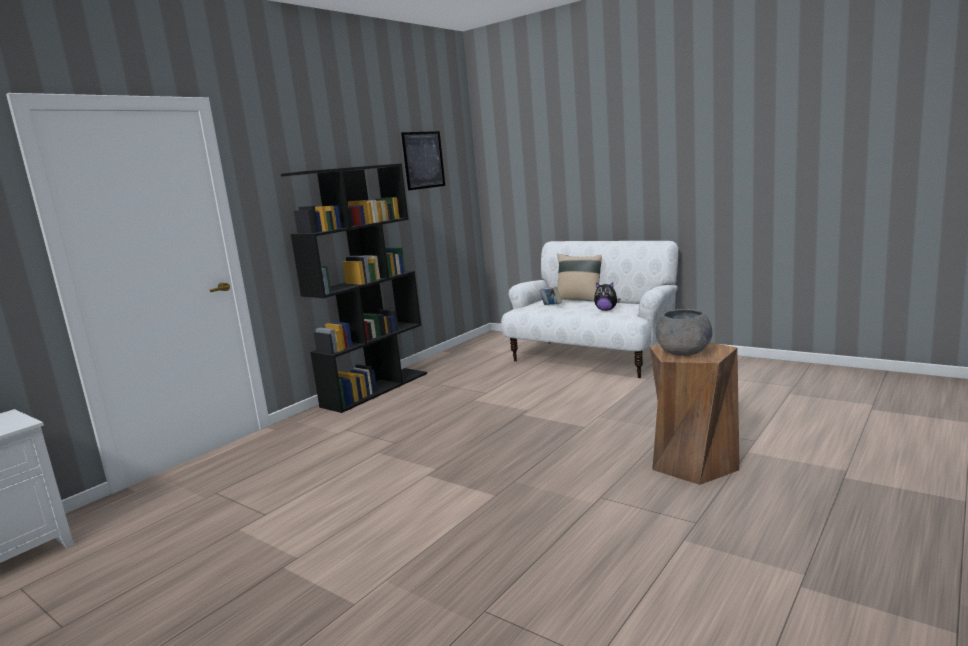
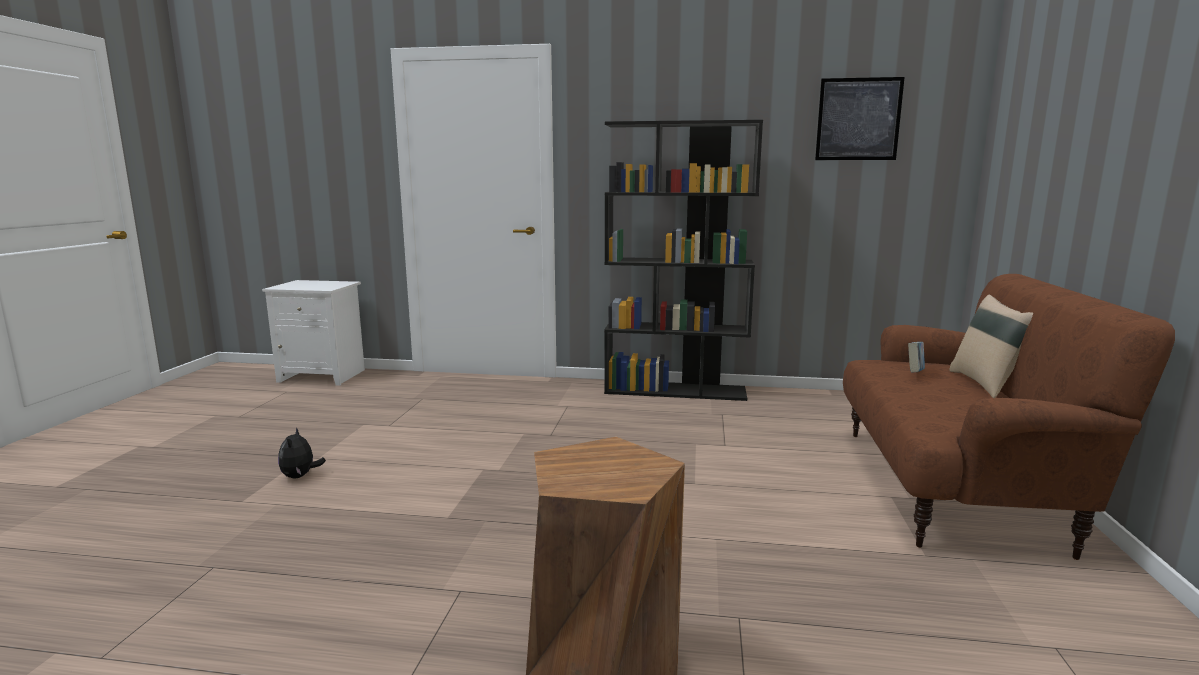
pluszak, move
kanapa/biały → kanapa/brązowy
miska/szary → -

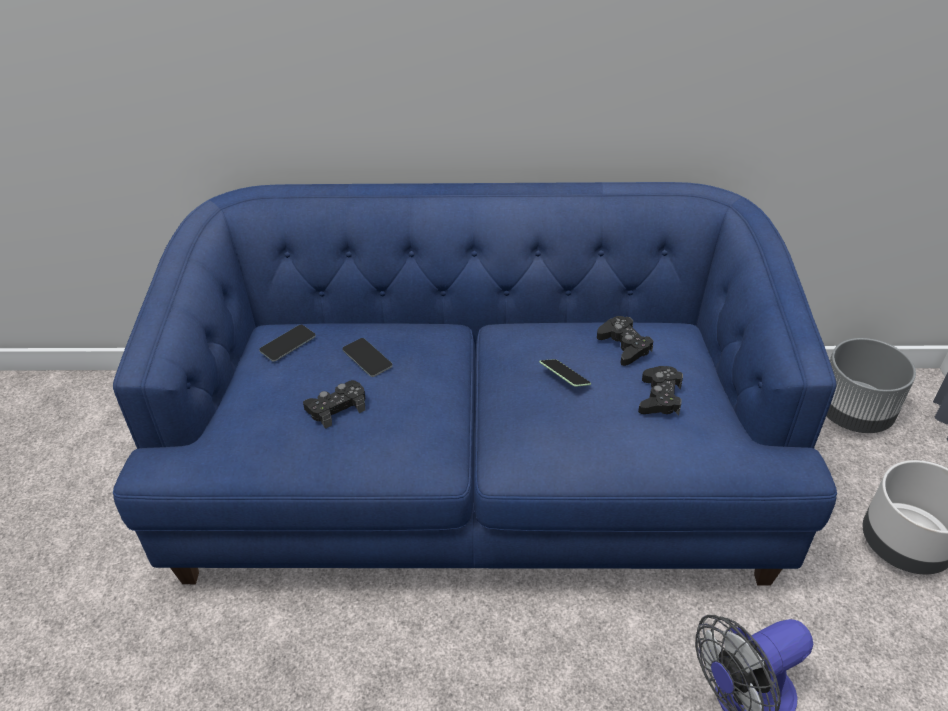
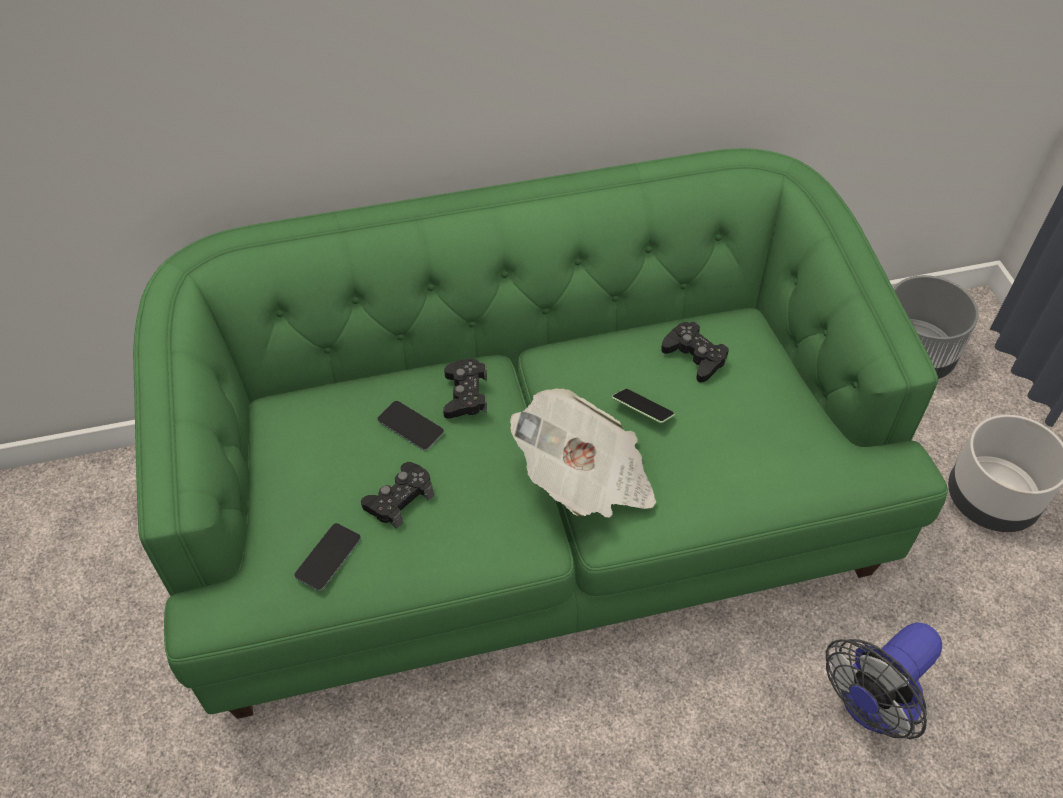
kanapa/niebieski → kanapa/zielony
telefon (1st from left), move
pad do gier/czarny (3rd from left in the first image) → pad do gier/czarny (2nd from left), move
- → gazeta

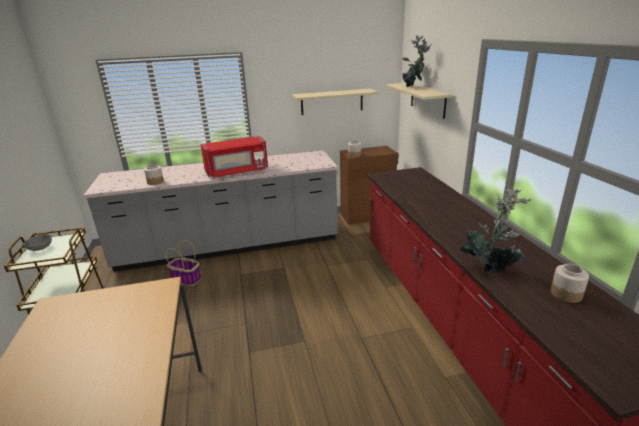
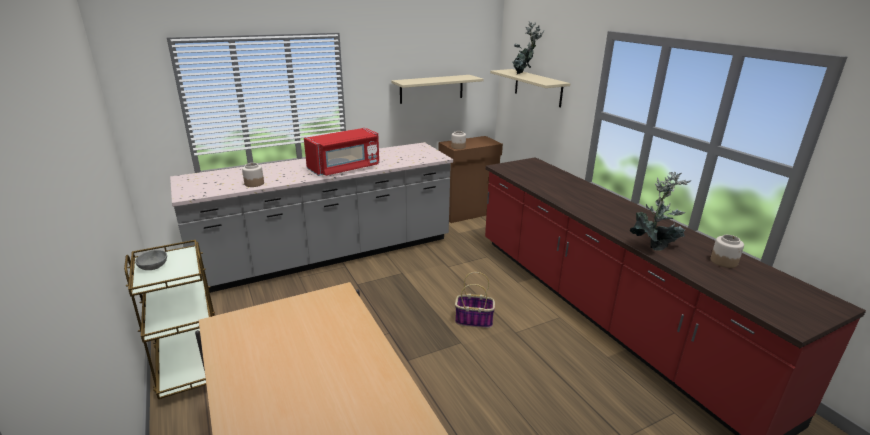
koszyk, move

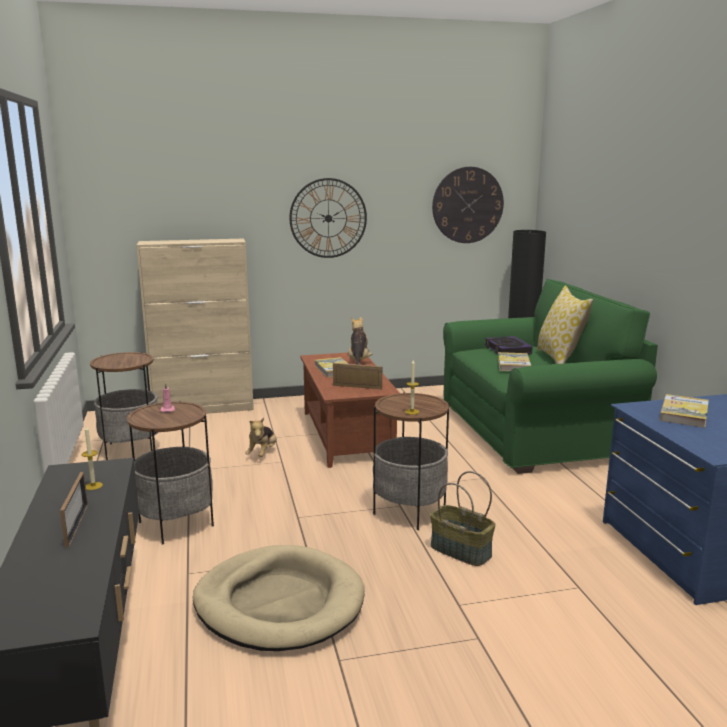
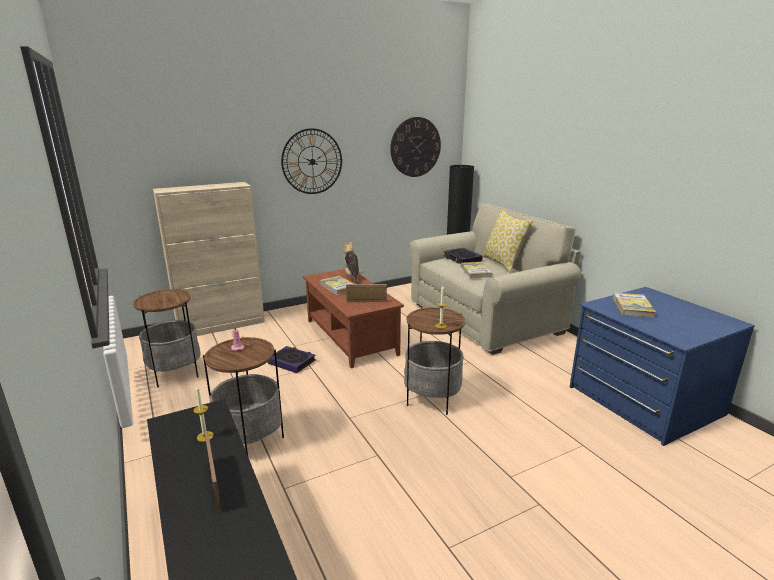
pluszak (1st from left) → książka (1st from left)
kanapa/zielony → kanapa/beżowy
legowisko/beżowy → -
koszyk → -

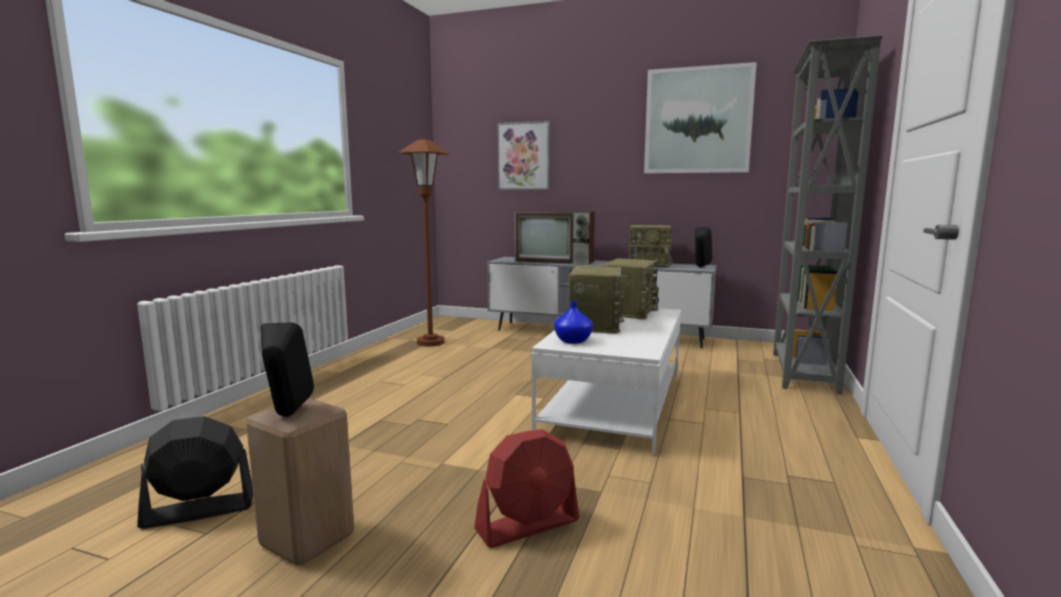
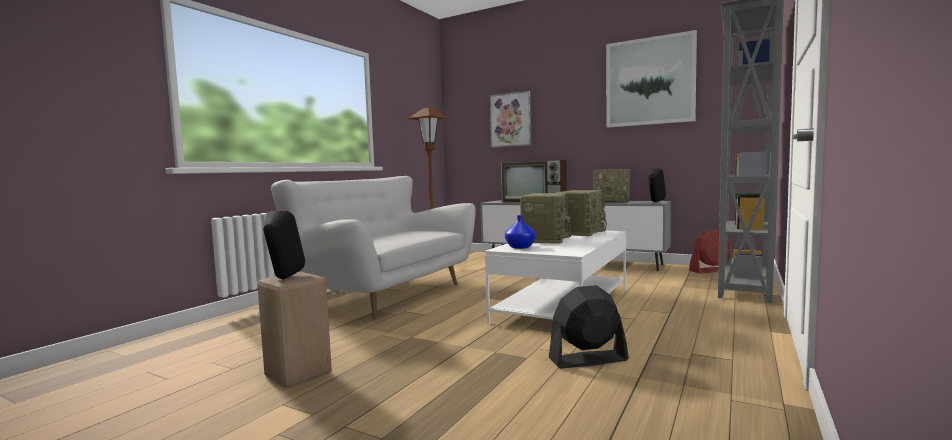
- → kanapa/biały
wentylator/czarny, move
wentylator/czerwony, move

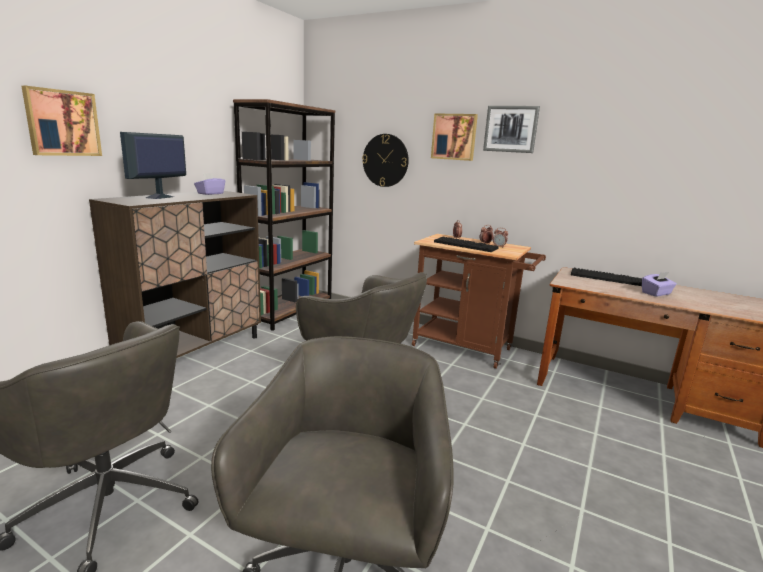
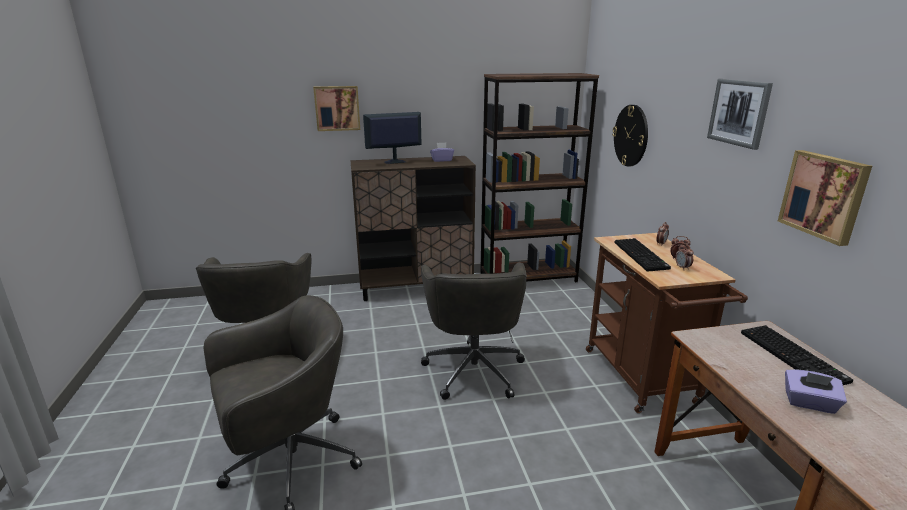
obraz (2nd from left in the first image) → obraz (3rd from left), move

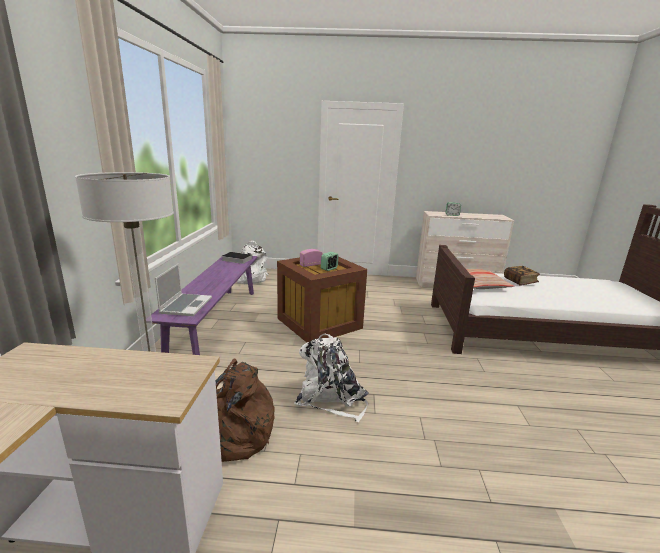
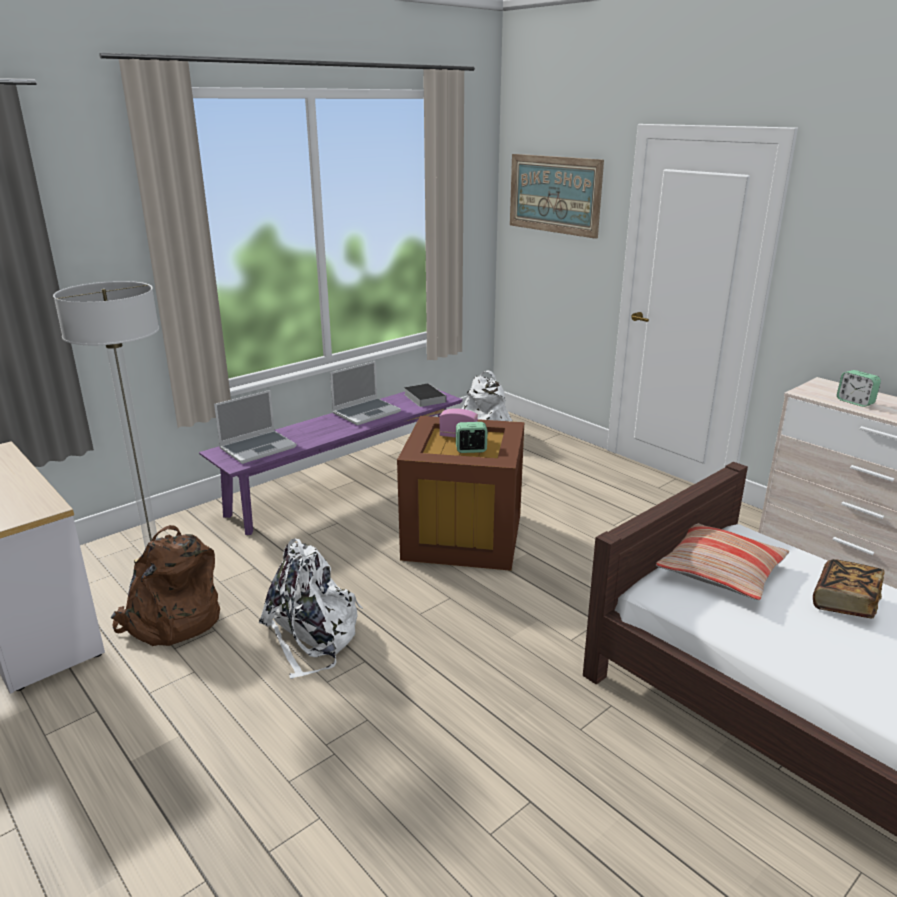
- → laptop (2nd from left)
- → obraz

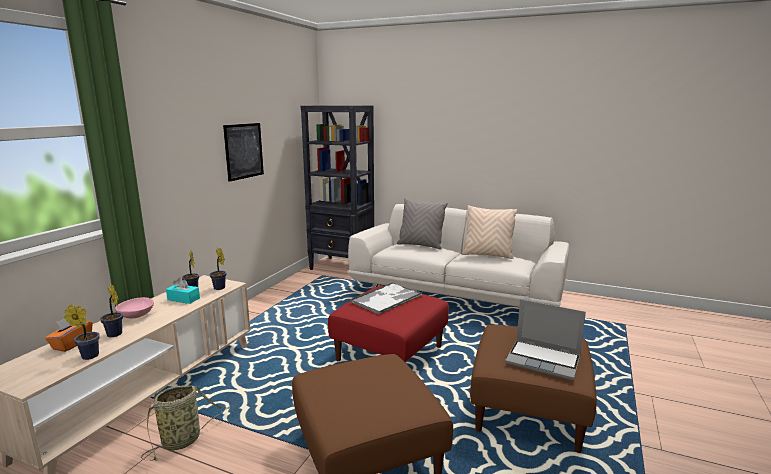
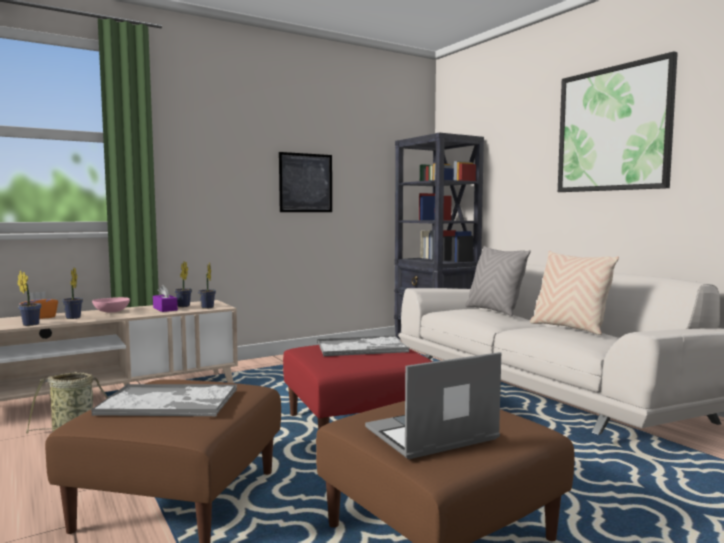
- → taca (1st from left)
pudełko chusteczek/turkusowy → pudełko chusteczek/fioletowy
laptop, 90 degrees clockwise
- → obraz (2nd from left)

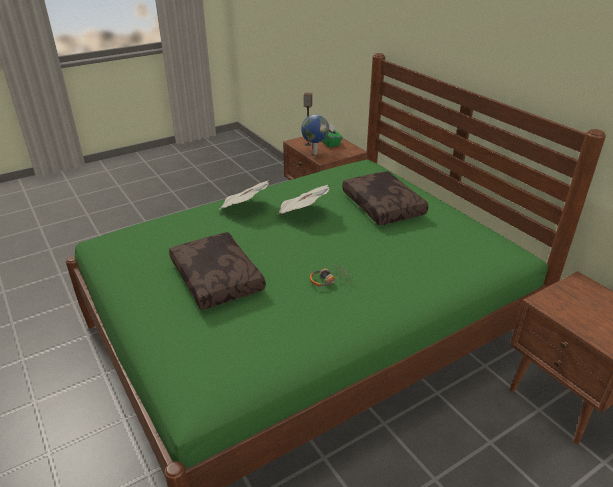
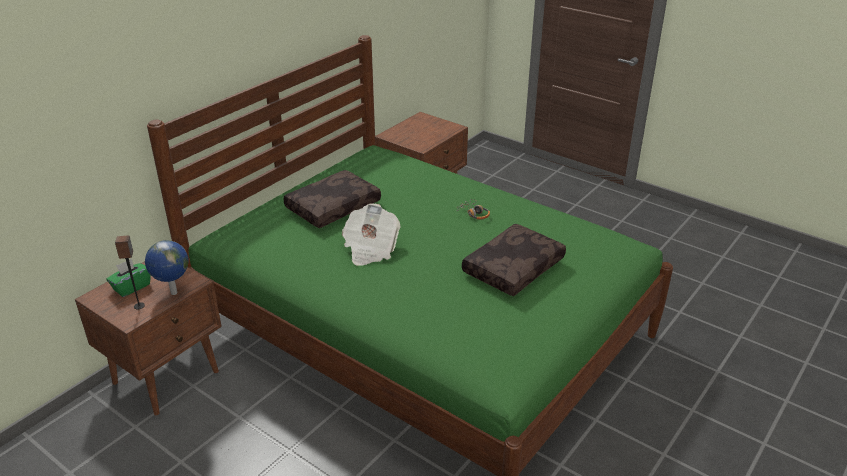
gazeta (1st from left) → -

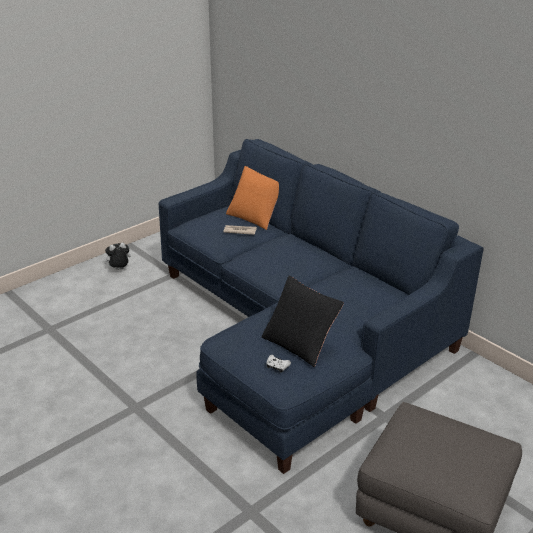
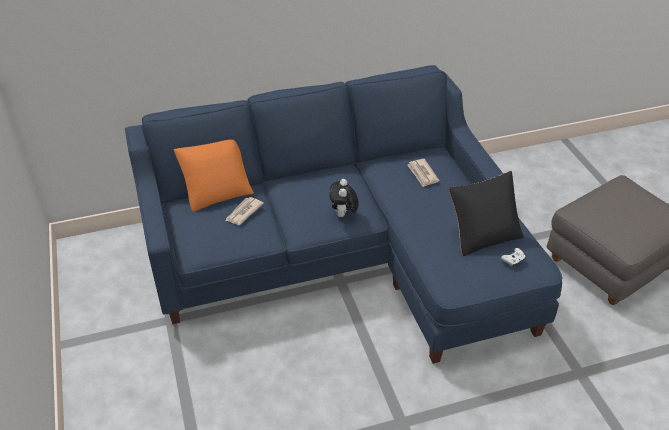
pluszak, move
- → gazeta (2nd from left)

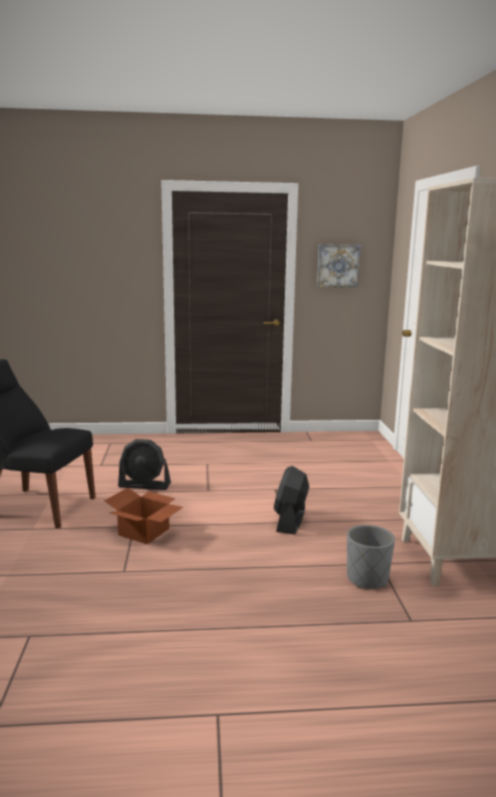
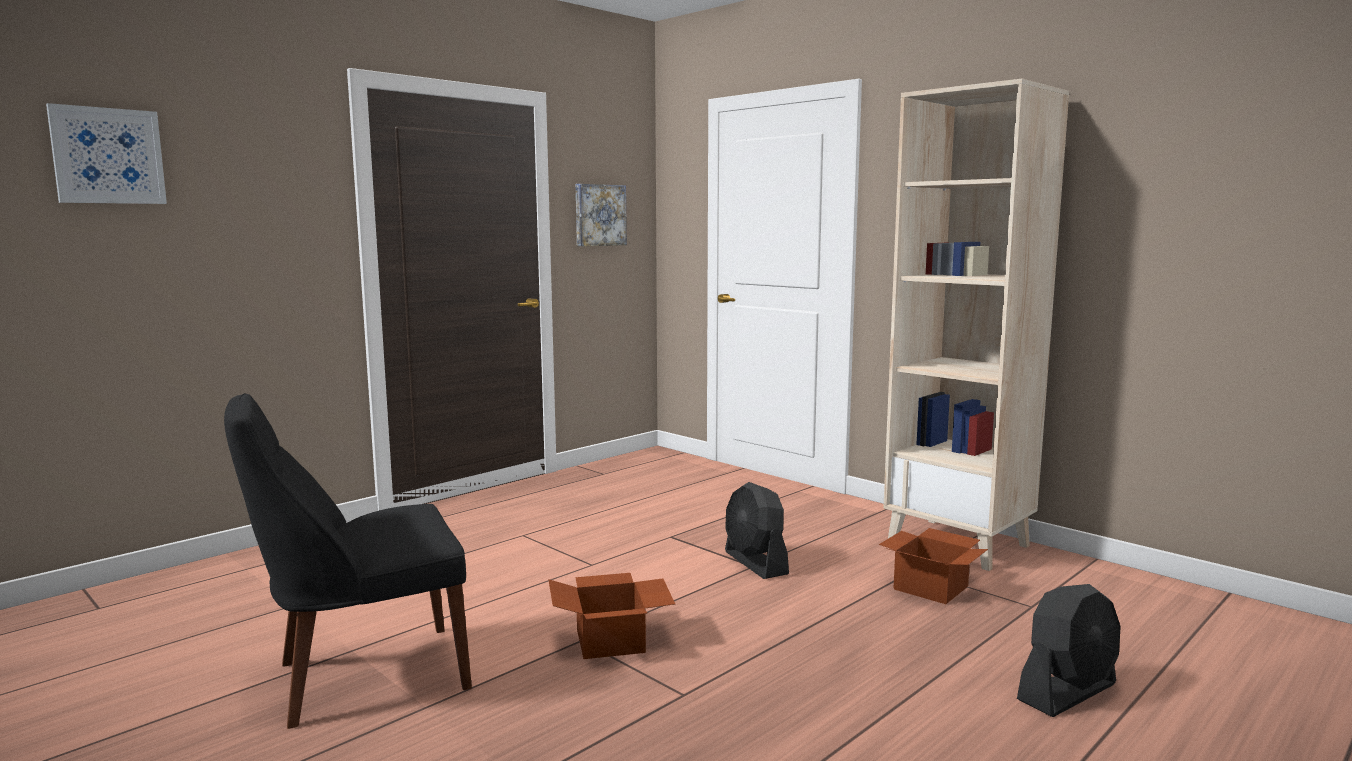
- → obraz (1st from left)
donica/szary → karton (2nd from left)
wentylator/czarny (1st from left in the first image) → wentylator/czarny (2nd from left), move

